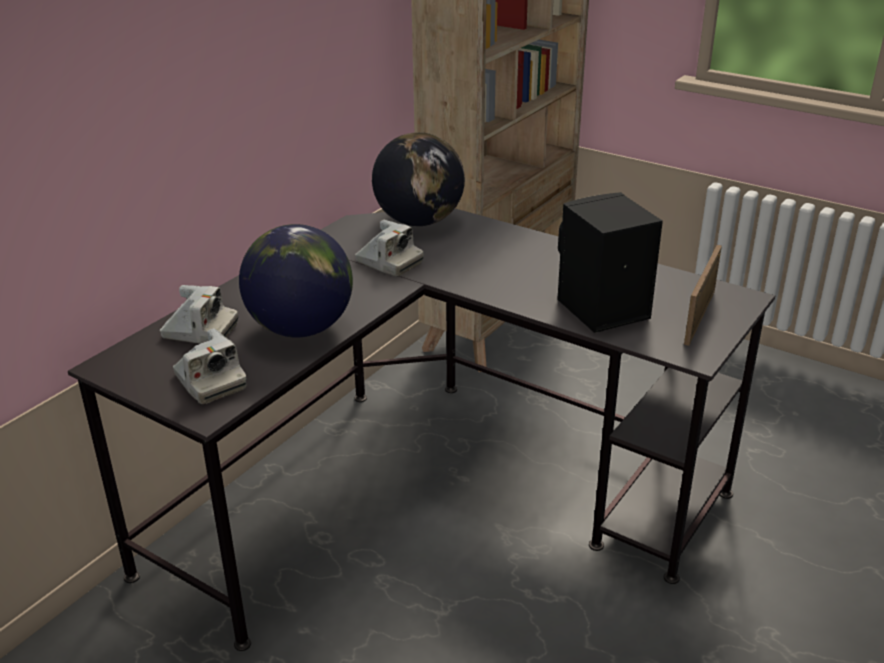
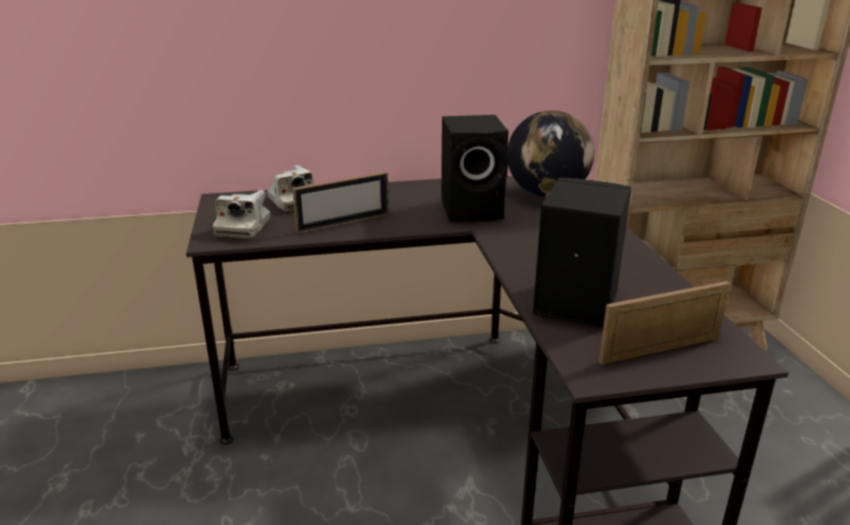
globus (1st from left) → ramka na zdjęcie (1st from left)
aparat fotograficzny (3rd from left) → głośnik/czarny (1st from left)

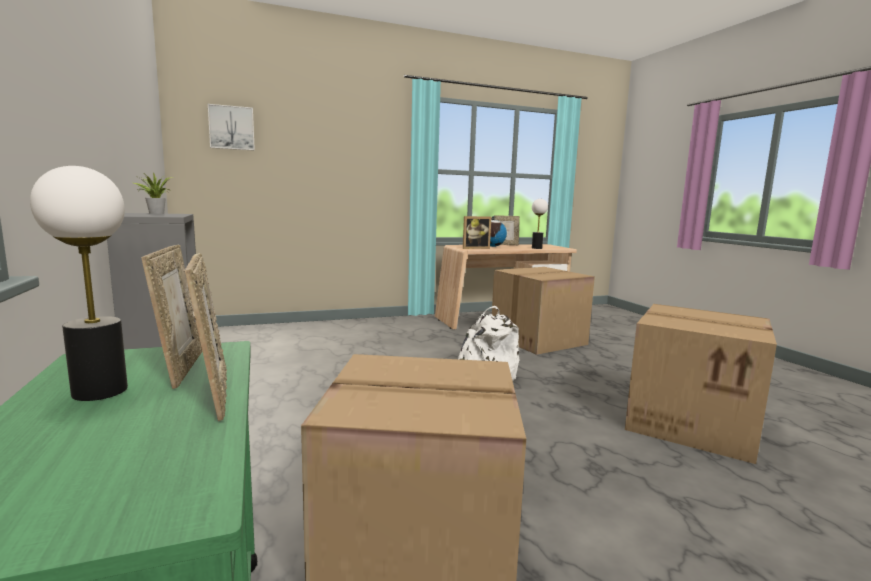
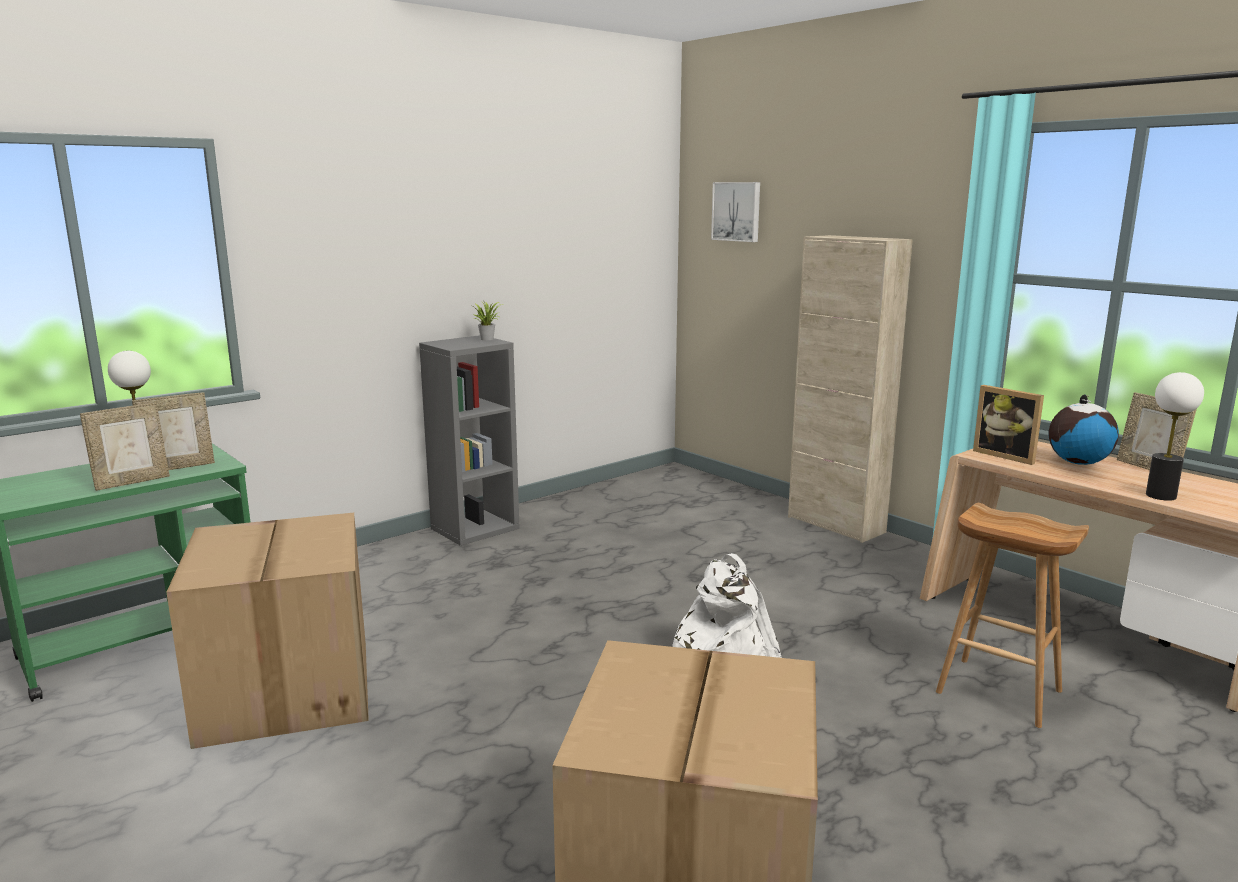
- → szafka/beżowy
karton (2nd from left) → stołek/brązowy

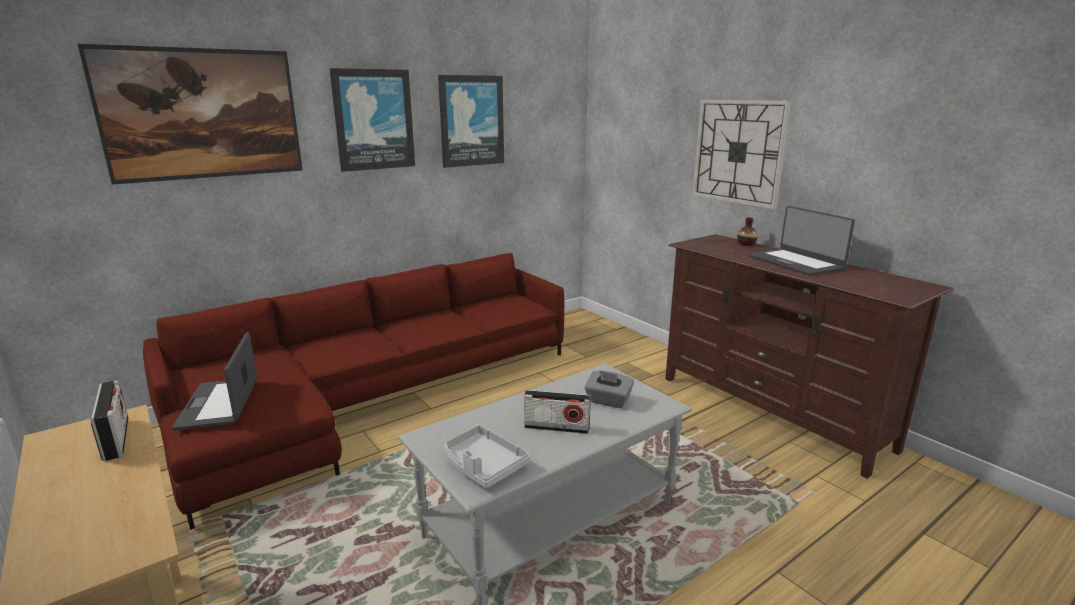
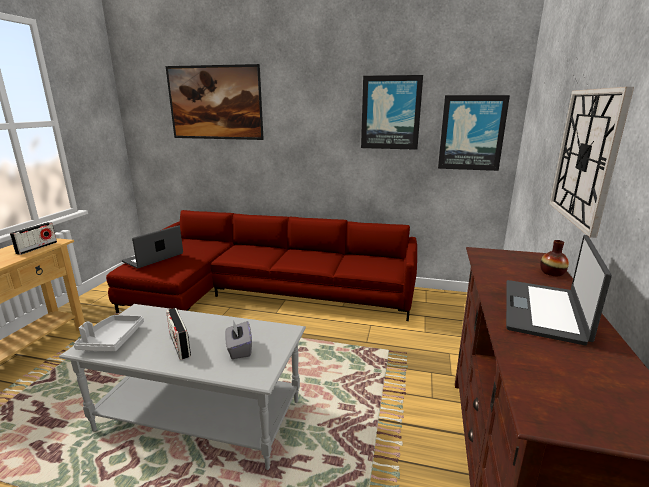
obraz (2nd from left in the first image) → obraz (3rd from left), move

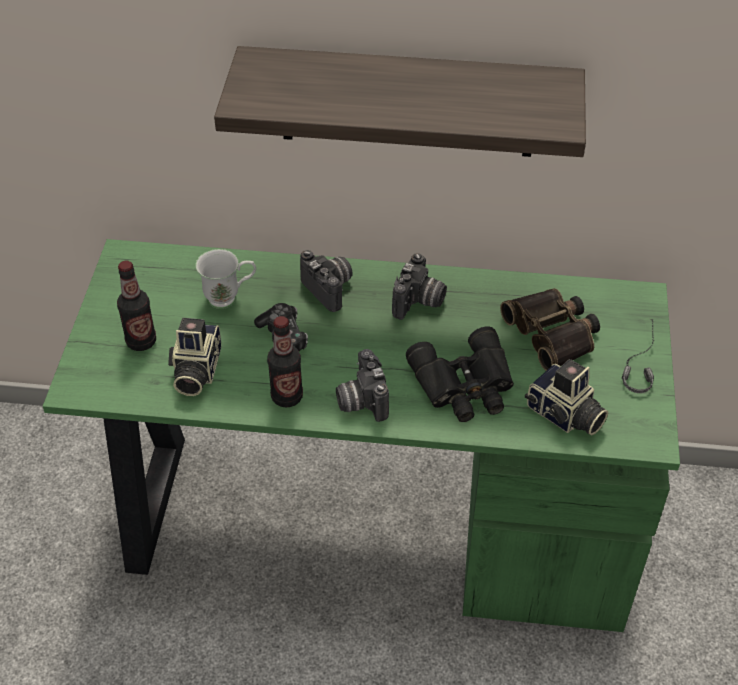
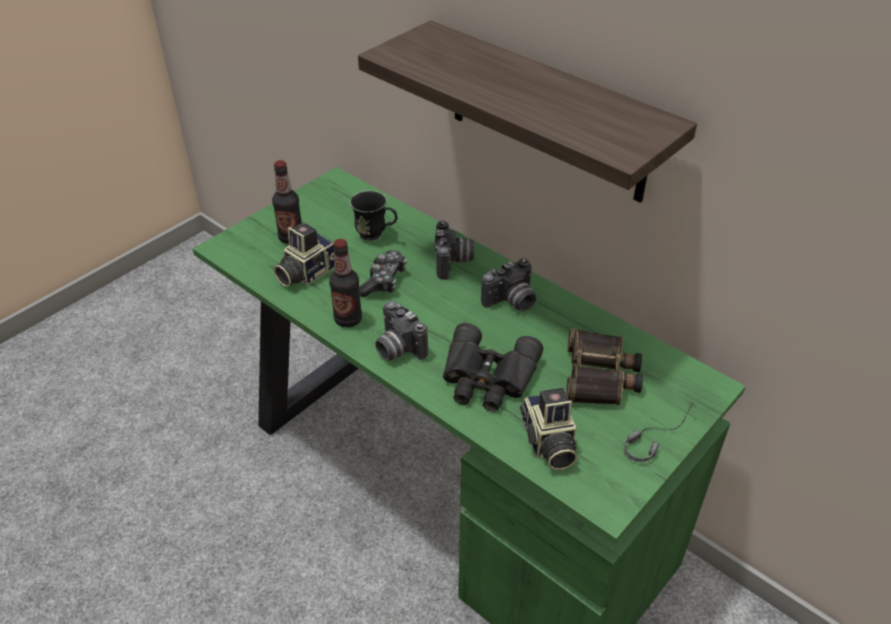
kubek/biały → kubek/czarny
aparat fotograficzny (3rd from left in the first image) → aparat fotograficzny (2nd from left), 60 degrees counterclockwise

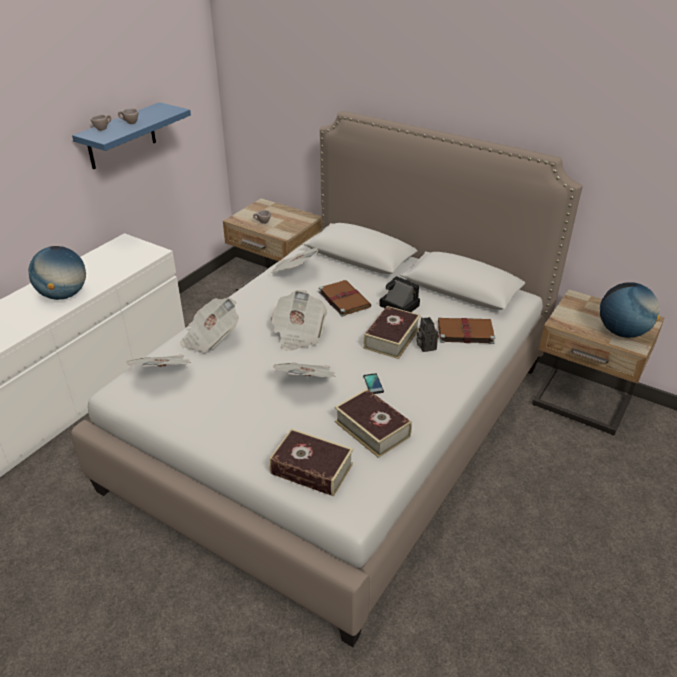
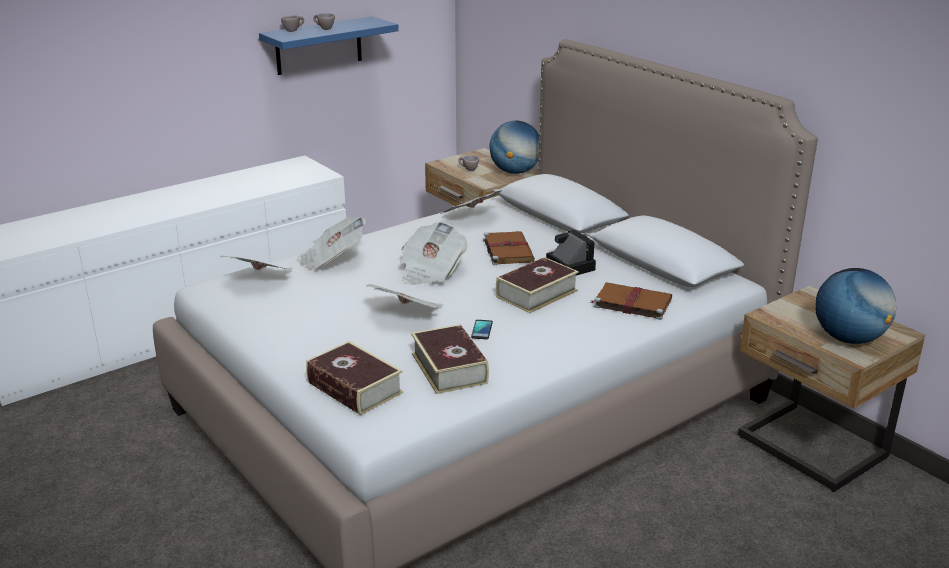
globus (1st from left), move
aparat fotograficzny (2nd from left) → -

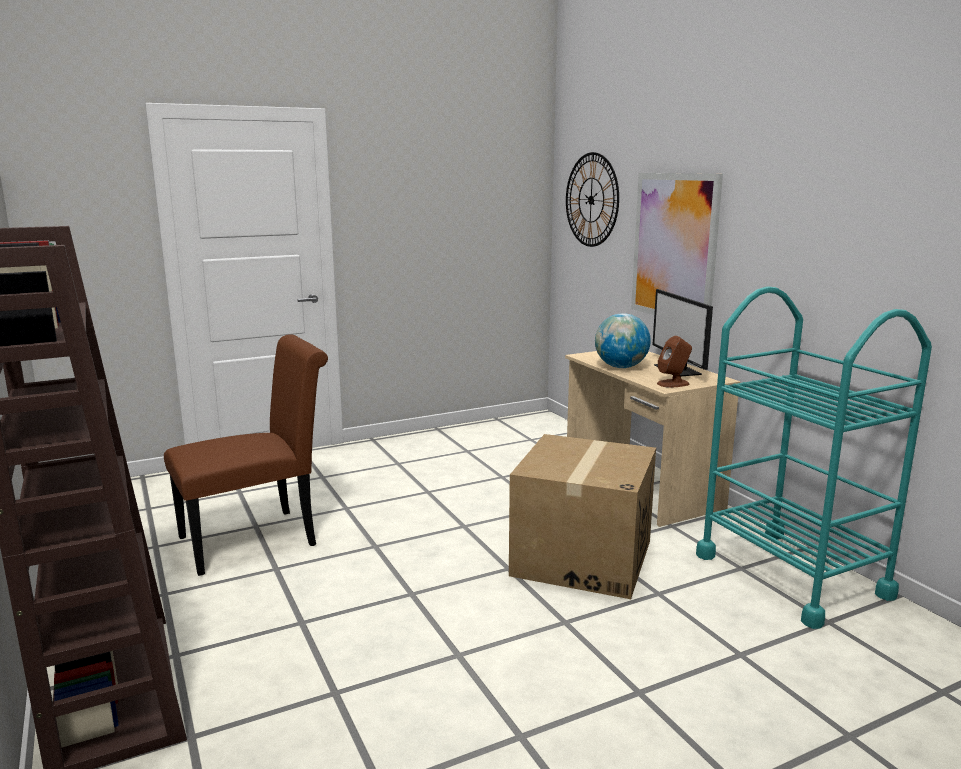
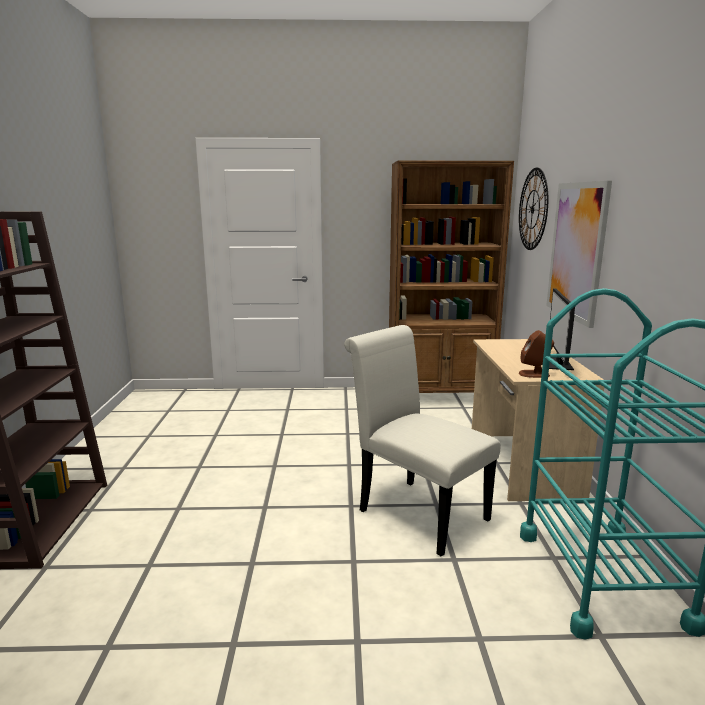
karton → krzesło/biały
- → regał/brązowy (2nd from left)
krzesło/brązowy → -
globus → -

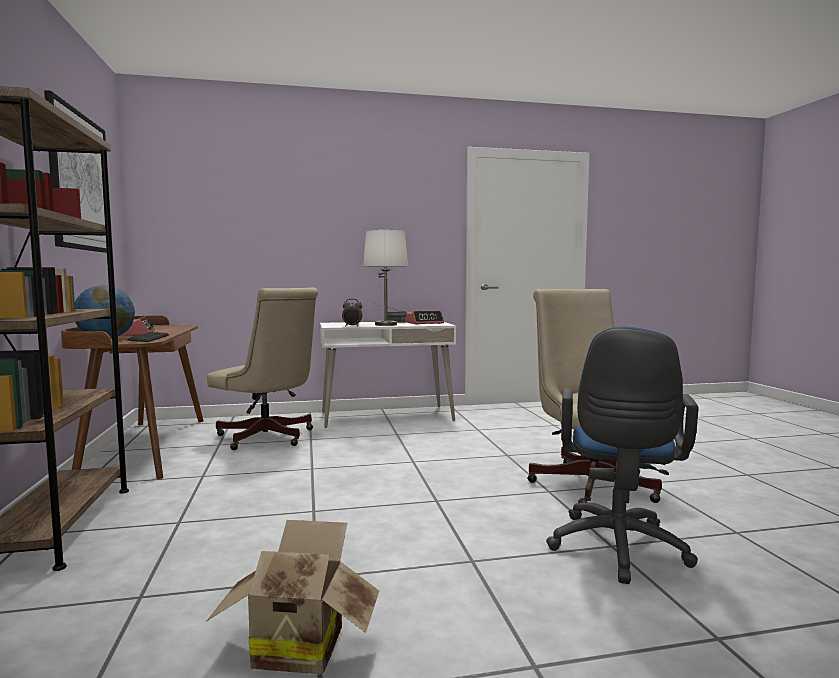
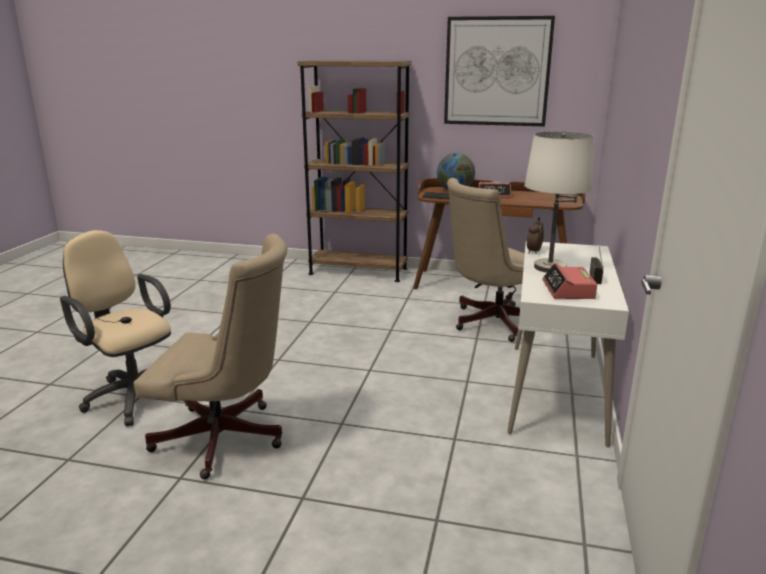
krzesło biurowe/niebieski → krzesło biurowe/beżowy (1st from left)
karton → -

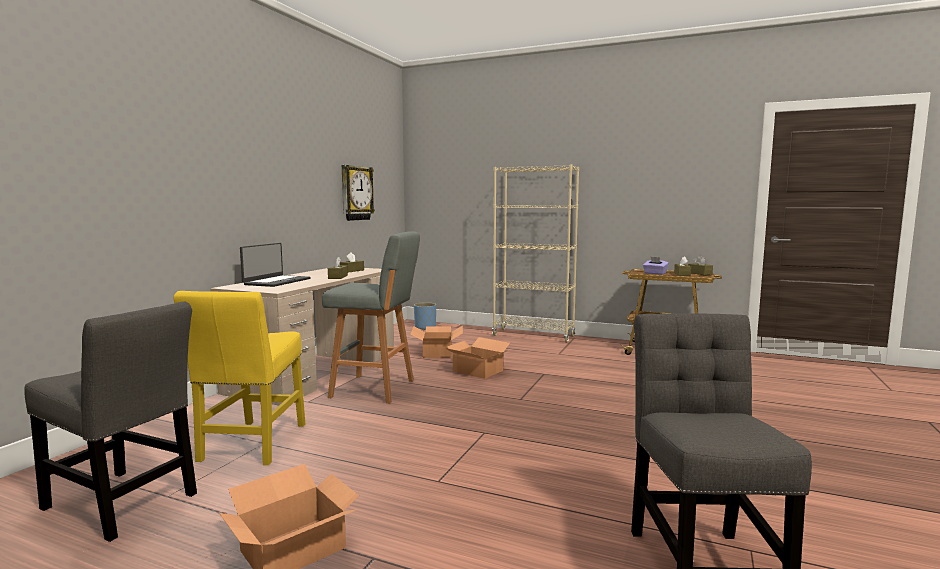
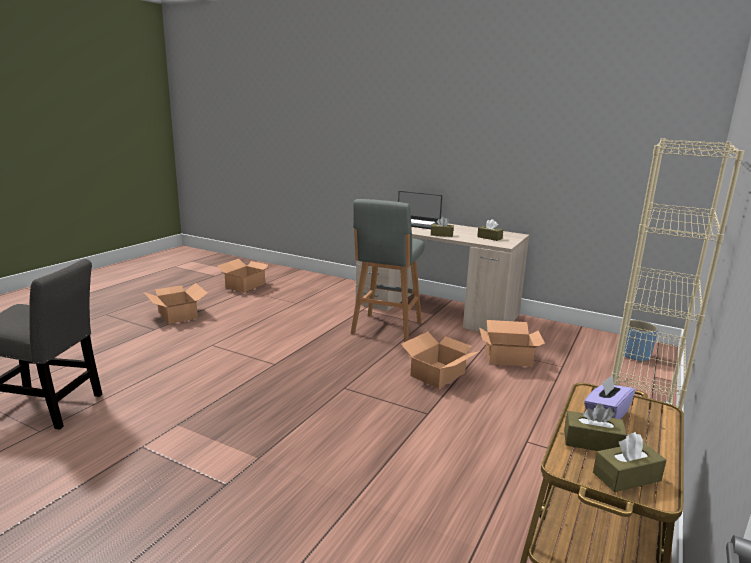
krzesło/szary (1st from left) → karton (2nd from left)
krzesło/żółty → -
zegar ścienny → -

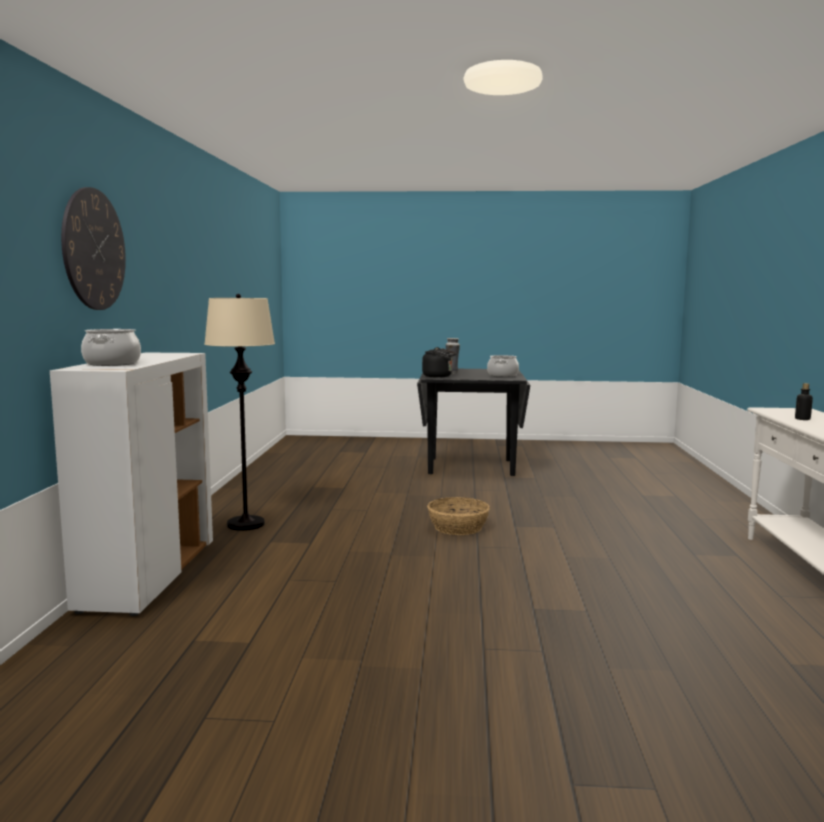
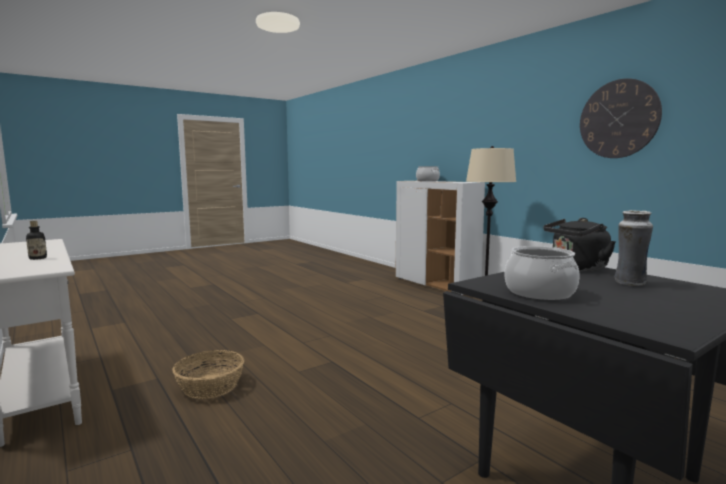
koszyk, move
zegar ścienny, move

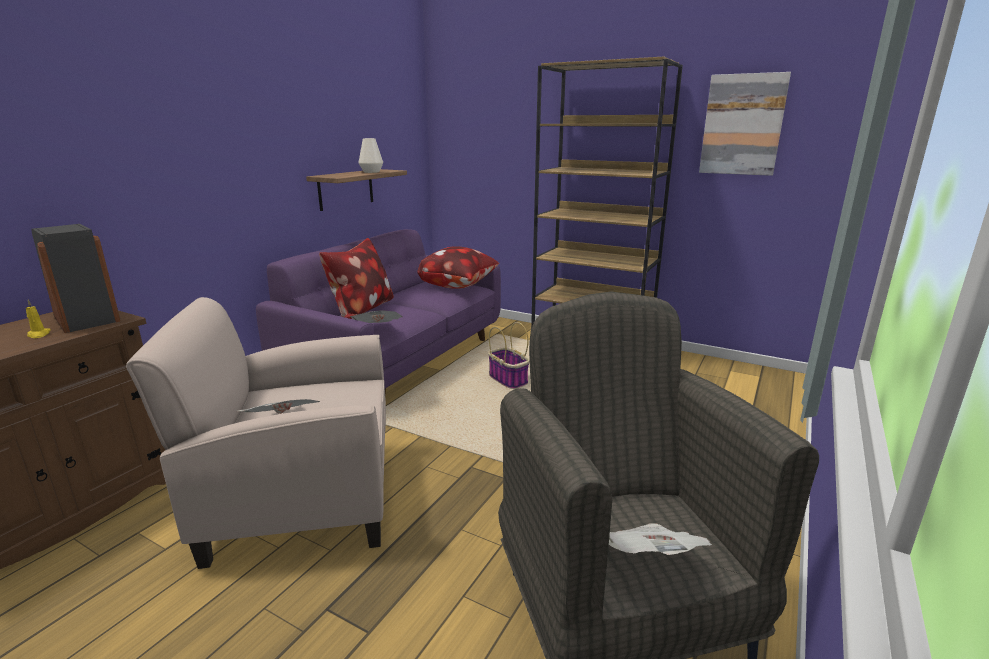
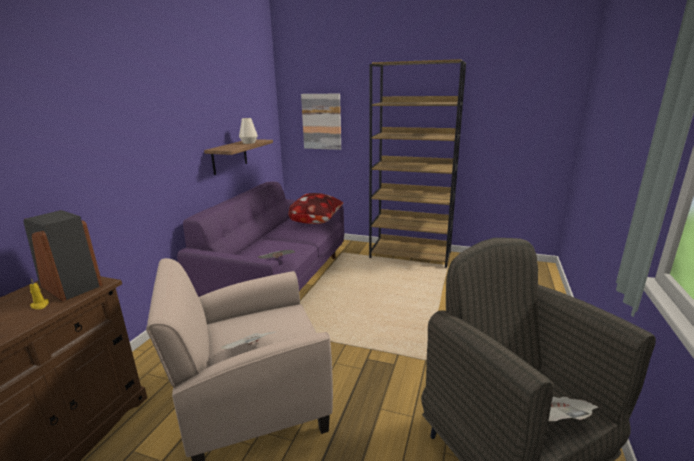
obraz, move
poduszka (1st from left) → -
koszyk → -

